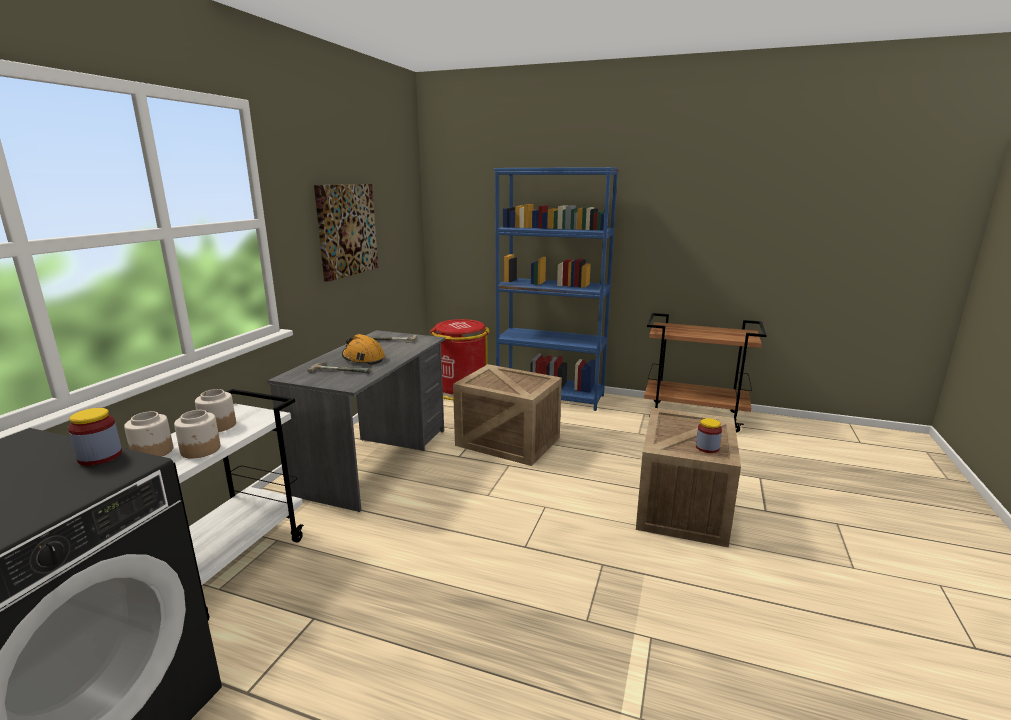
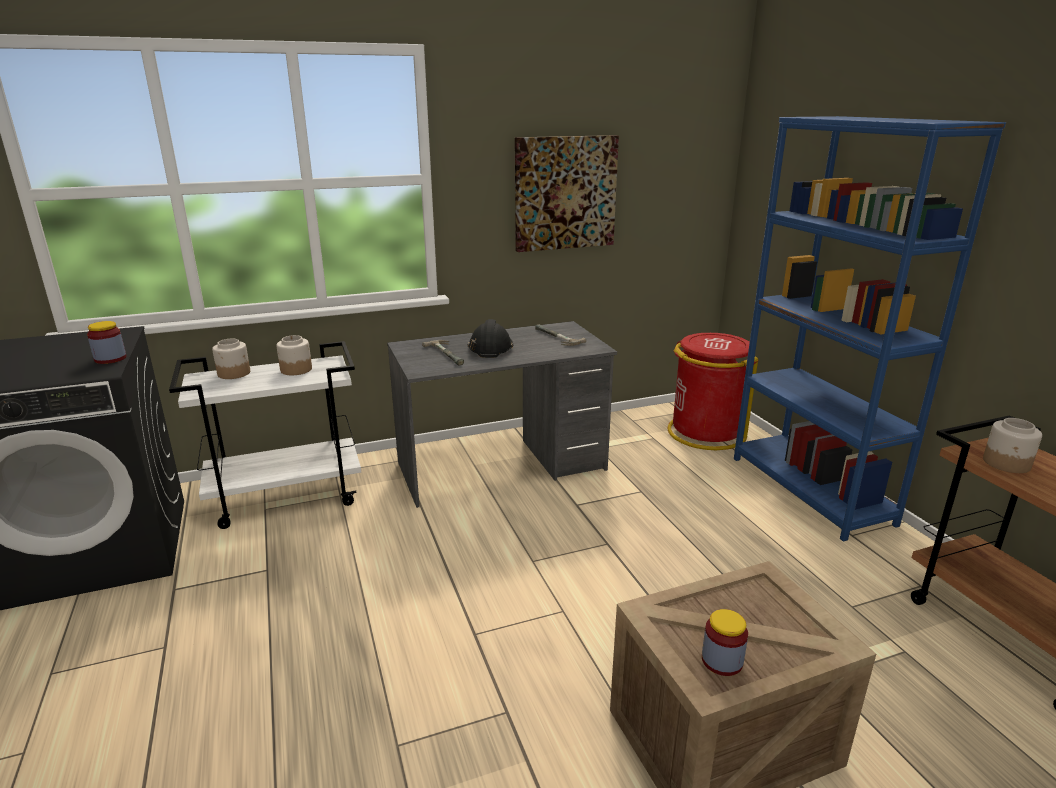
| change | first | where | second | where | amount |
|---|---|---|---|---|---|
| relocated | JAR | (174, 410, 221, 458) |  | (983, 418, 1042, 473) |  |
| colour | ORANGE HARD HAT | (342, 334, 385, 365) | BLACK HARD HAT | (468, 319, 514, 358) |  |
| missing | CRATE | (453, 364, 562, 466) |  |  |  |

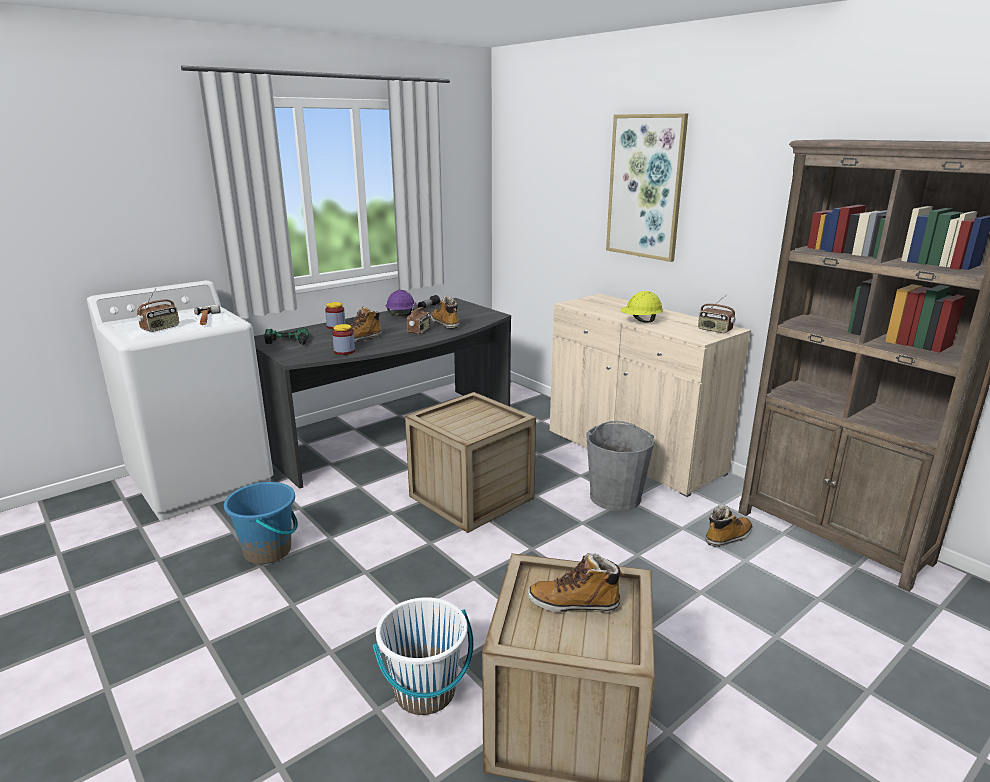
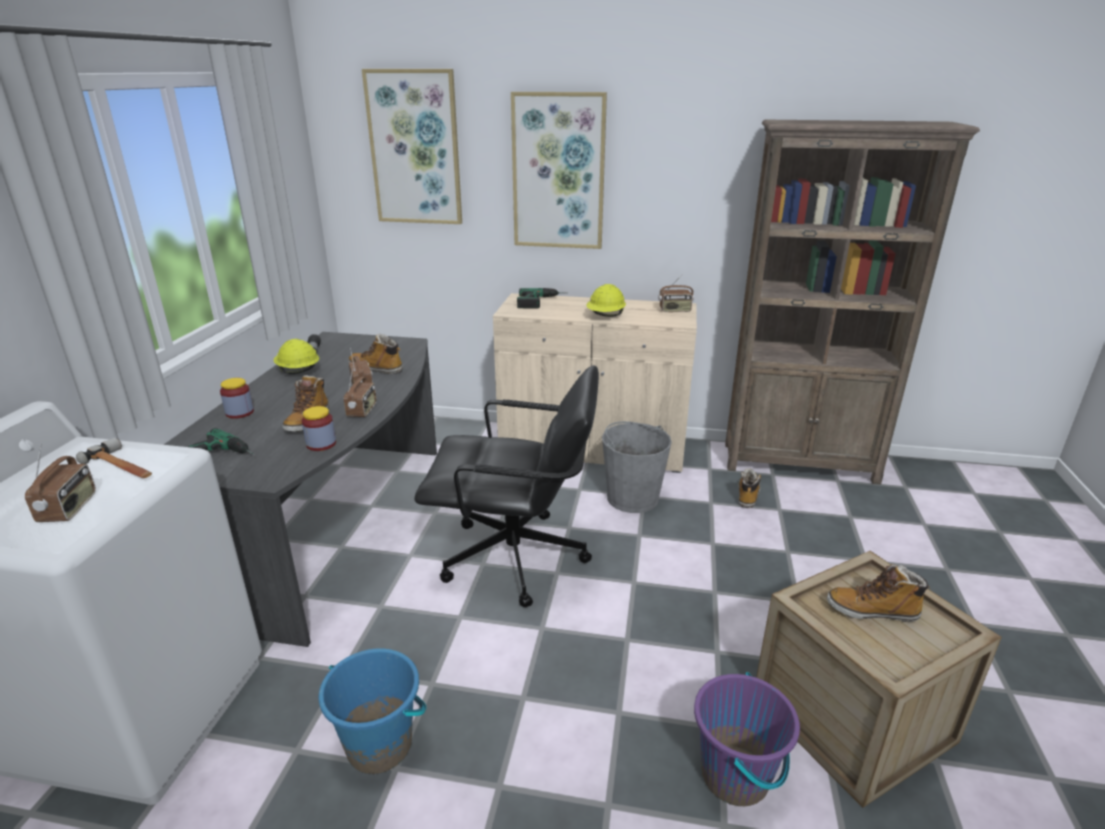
| change | first | where | second | where | amount |
|---|---|---|---|---|---|
| colour | WHITE BUCKET | (373, 597, 474, 715) | PURPLE BUCKET | (694, 672, 800, 806) |  |
| colour | PURPLE HARD HAT | (386, 290, 417, 316) | YELLOW HARD HAT | (274, 339, 319, 374) |  |
| exchanged | CRATE | (405, 392, 536, 533) | BLACK OFFICE CHAIR | (414, 365, 599, 607) |  |
| spun | BOOT | (528, 553, 624, 613) |  | (827, 564, 930, 622) | 45 degrees clockwise |
| appeared |  |  | RADIO | (344, 367, 377, 417) |  |
| appeared |  |  | PICTURE | (362, 69, 462, 224) |  |
| appeared |  |  | POWER DRILL | (517, 288, 560, 309) |  |

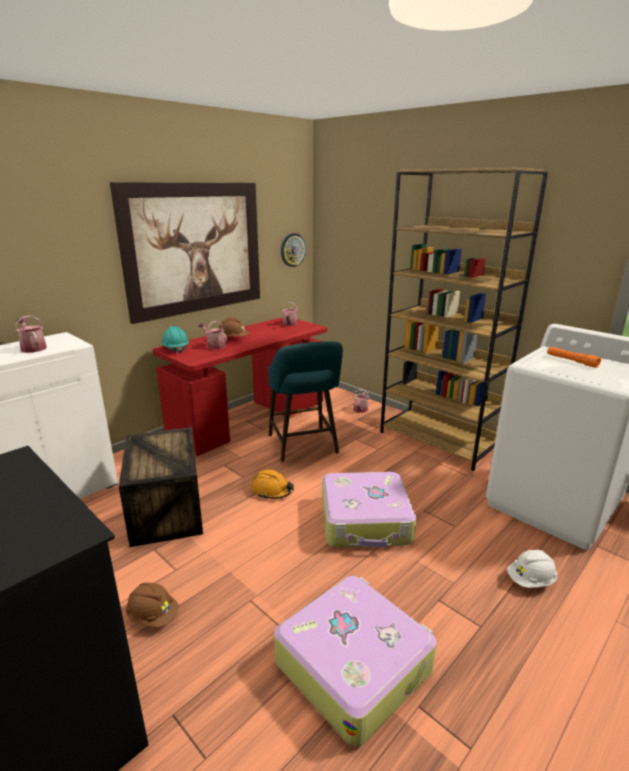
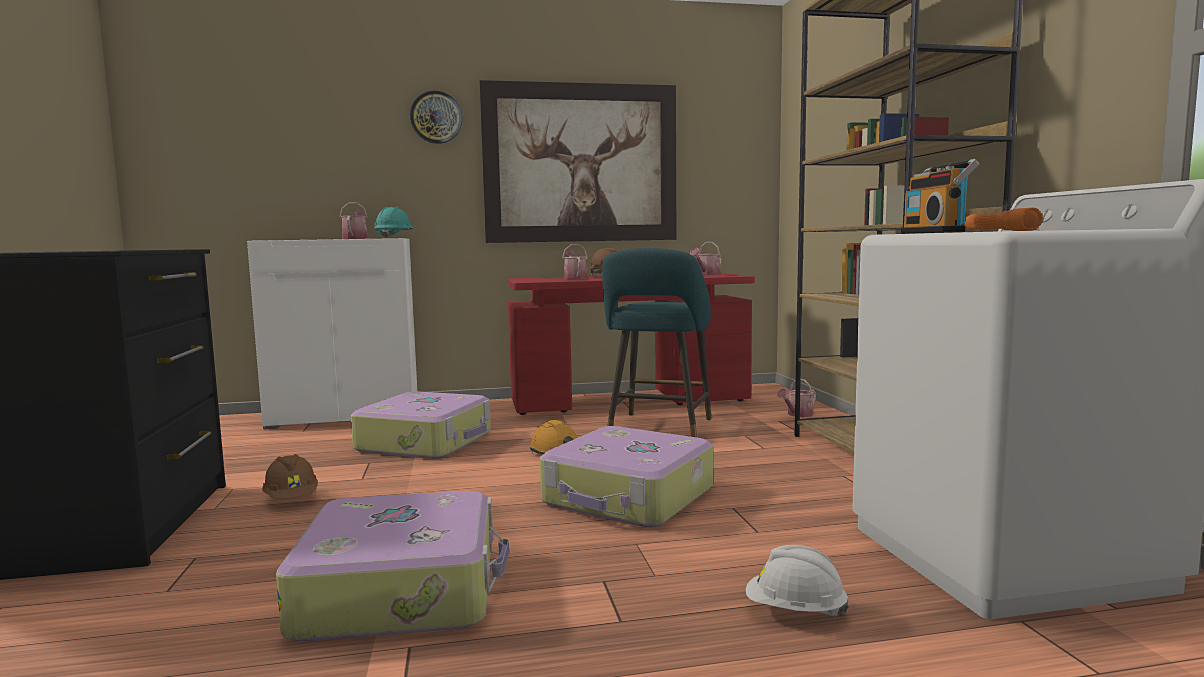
| change | first | where | second | where | amount |
|---|---|---|---|---|---|
| exchanged | CRATE | (119, 427, 203, 547) | SUITCASE | (351, 391, 491, 459) |  |
| relocated | TURQUOISE HARD HAT | (162, 326, 189, 353) |  | (374, 207, 414, 238) |  |
| relocated | WALL CLOCK | (281, 233, 306, 267) |  | (410, 91, 462, 144) |  |
| appeared |  |  | RADIO | (901, 159, 979, 234) |  |

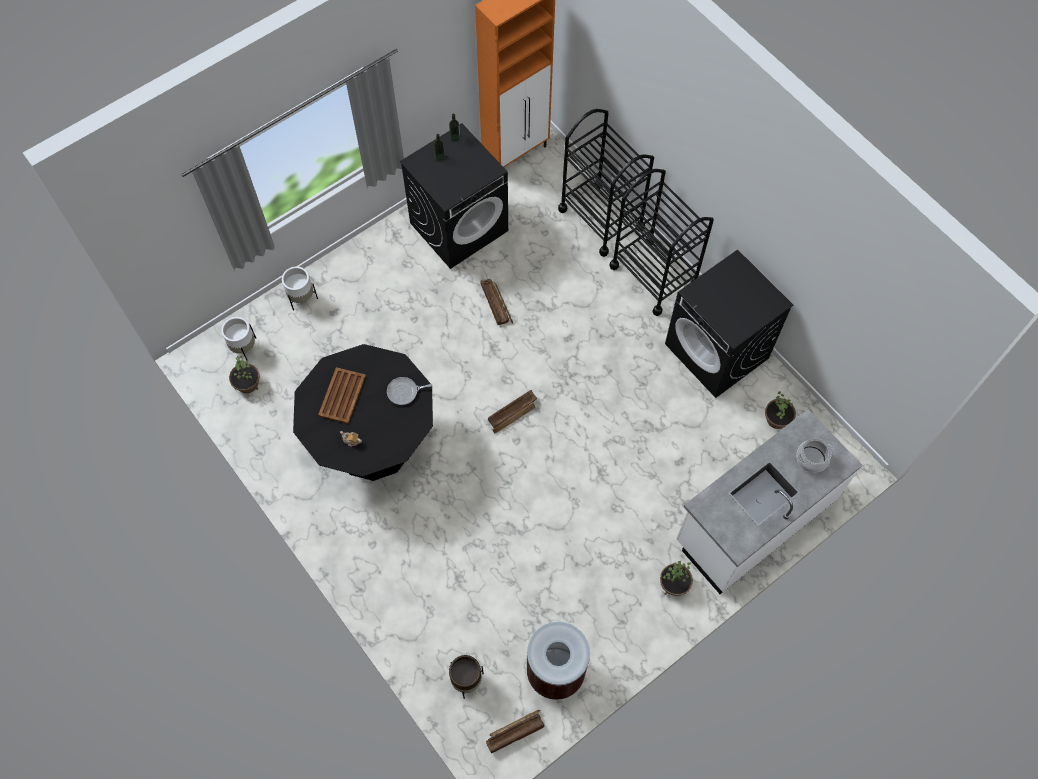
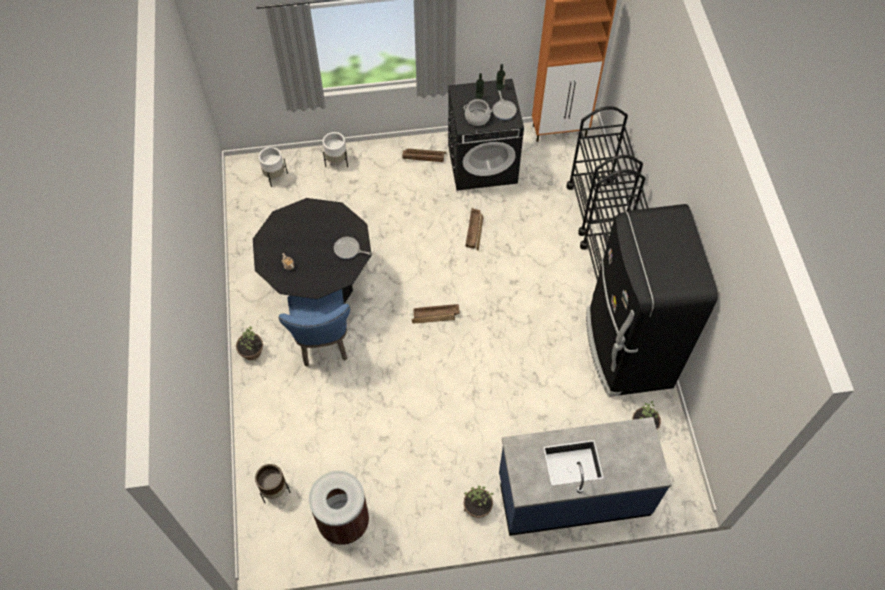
| change | first | where | second | where | amount |
|---|---|---|---|---|---|
| relocated | POTTED PLANT | (229, 356, 260, 393) |  | (236, 326, 263, 361) |  |
| missing | BROWN TRAY | (318, 367, 366, 424) |  |  |  |
| relocated | CRATE | (486, 710, 544, 753) |  | (402, 148, 446, 162) |  |
| exchanged | BLACK WASHING MACHINE | (665, 249, 793, 398) | BLACK FRIDGE | (586, 204, 718, 397) |  |
| colour | WHITE COUNTER | (676, 409, 863, 594) | BLUE COUNTER | (499, 417, 672, 536) |  |
| relocated | COOKING POT | (796, 438, 833, 473) |  | (464, 99, 492, 126) |  |
| appeared |  |  | BLUE CHAIR | (279, 289, 350, 367) |  |
| appeared |  |  | FRYING PAN | (492, 91, 517, 120) |  |

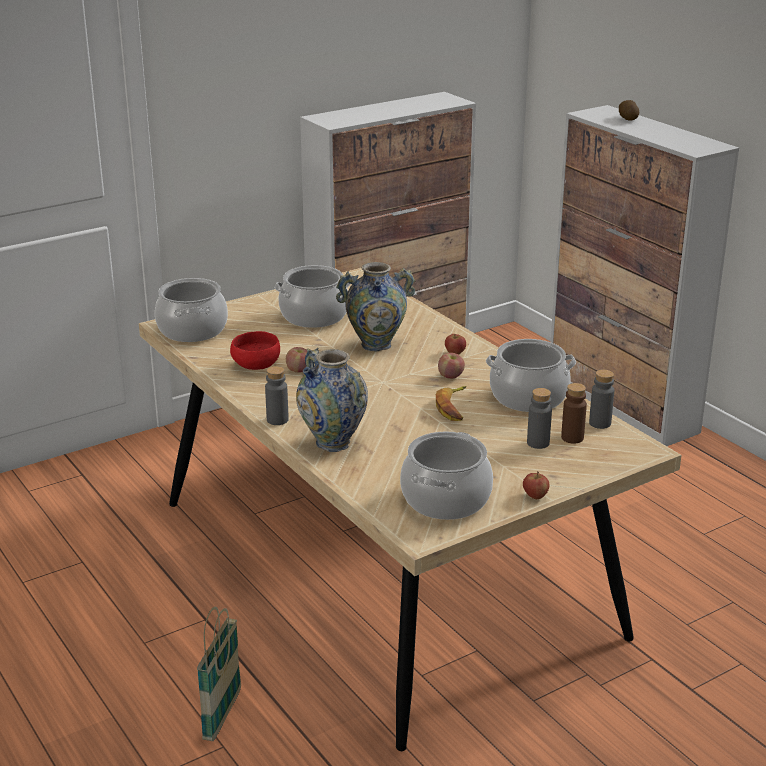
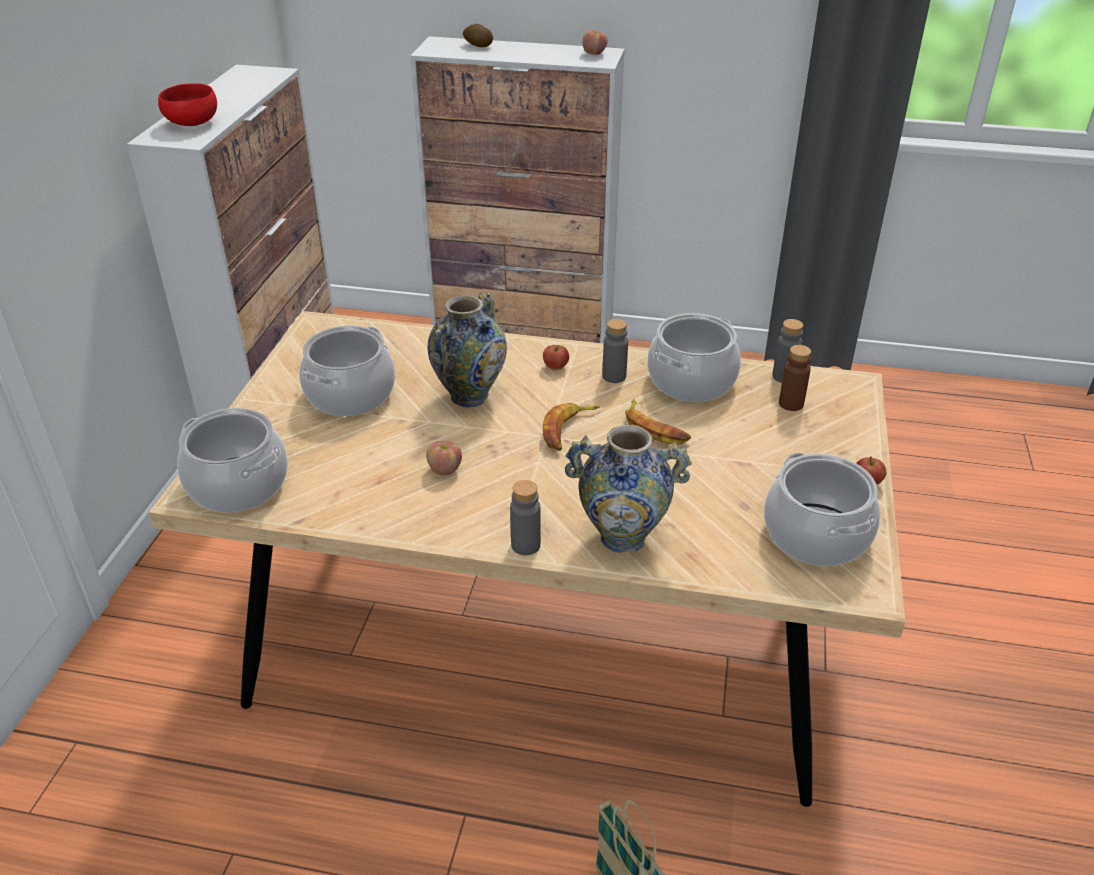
| change | first | where | second | where | amount |
|---|---|---|---|---|---|
| relocated | RED BOWL | (230, 331, 280, 370) |  | (158, 83, 217, 126) |  |
| relocated | APPLE | (438, 353, 465, 379) |  | (582, 30, 607, 55) |  |
| relocated | GREY BOTTLE | (527, 388, 552, 449) |  | (602, 319, 628, 383) |  |
| appeared |  |  | BANANA | (543, 403, 600, 451) |  |

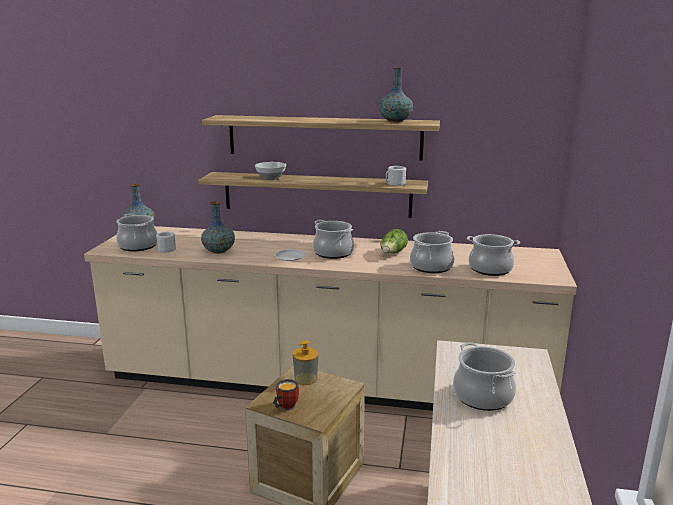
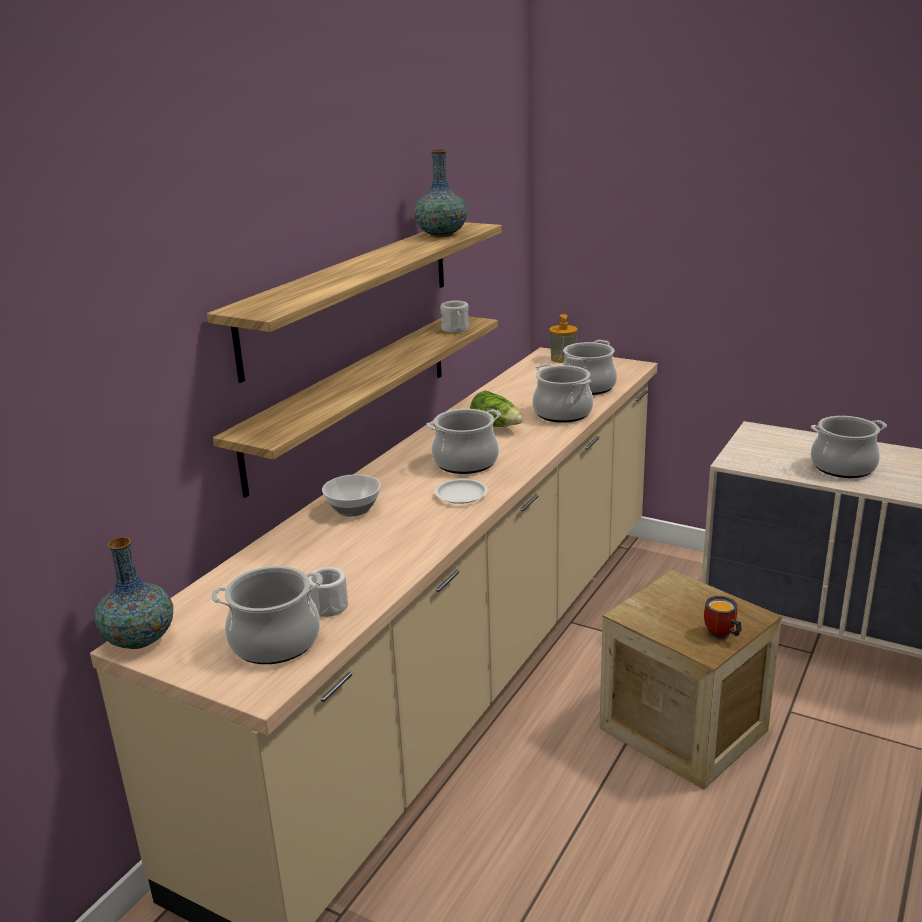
| change | first | where | second | where | amount |
|---|---|---|---|---|---|
| missing | VASE | (201, 202, 235, 254) |  |  |  |
| relocated | BOWL | (255, 162, 286, 180) |  | (322, 474, 381, 516) |  |
| relocated | SOAP DISPENSER | (293, 340, 319, 385) |  | (549, 314, 578, 363) |  |

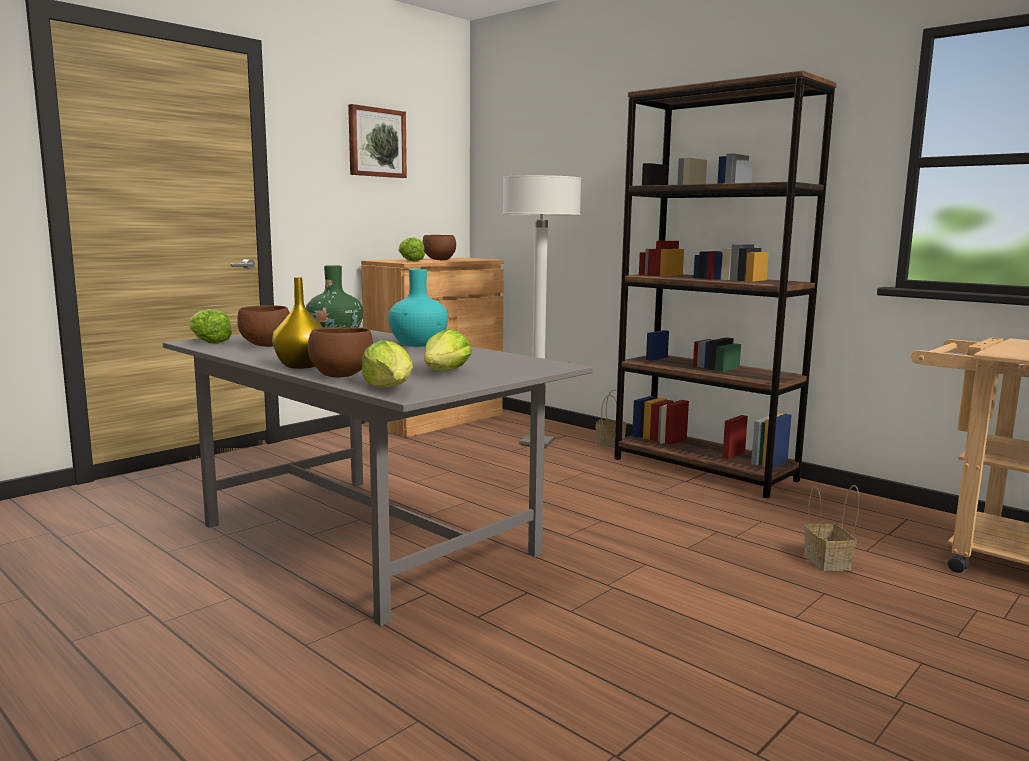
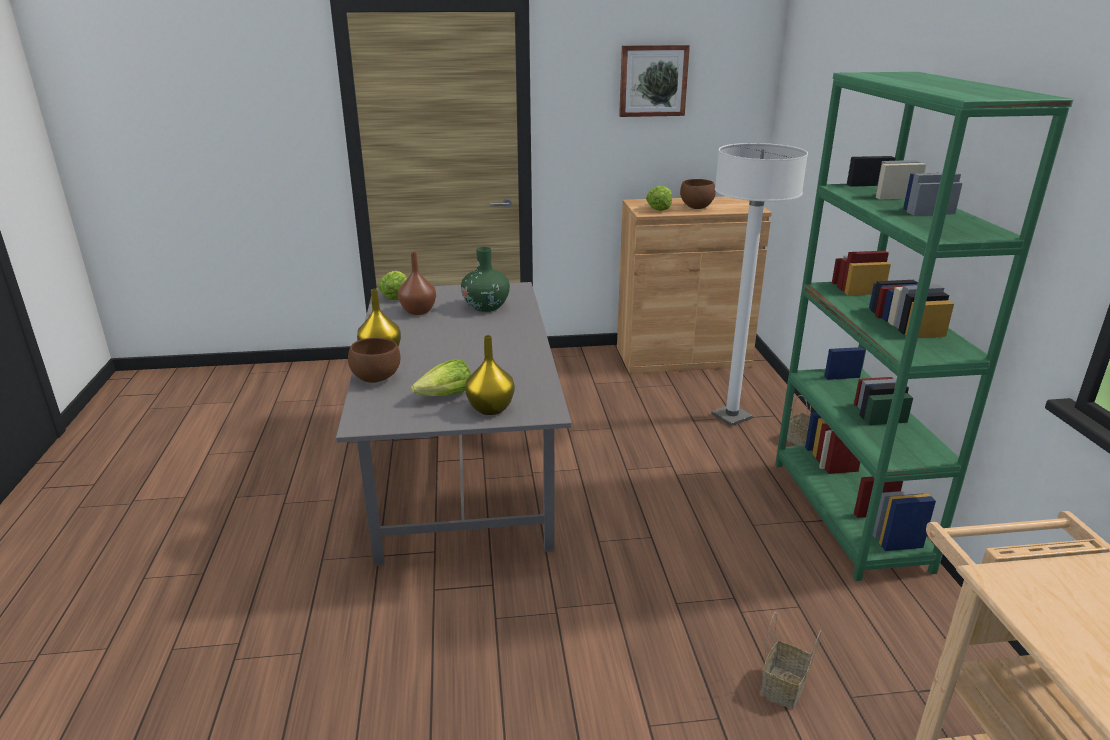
| change | first | where | second | where | amount |
|---|---|---|---|---|---|
| exchanged | BROWN BOWL | (237, 305, 290, 347) | BROWN VASE | (398, 252, 436, 315) |  |
| missing | LETTUCE | (361, 340, 413, 388) |  |  |  |
| missing | TURQUOISE VASE | (388, 269, 448, 347) |  |  |  |
| colour | BROWN BOOKCASE | (614, 70, 837, 499) | GREEN BOOKCASE | (775, 72, 1074, 581) |  |
| appeared |  |  | YELLOW VASE | (465, 335, 515, 415) |  |

